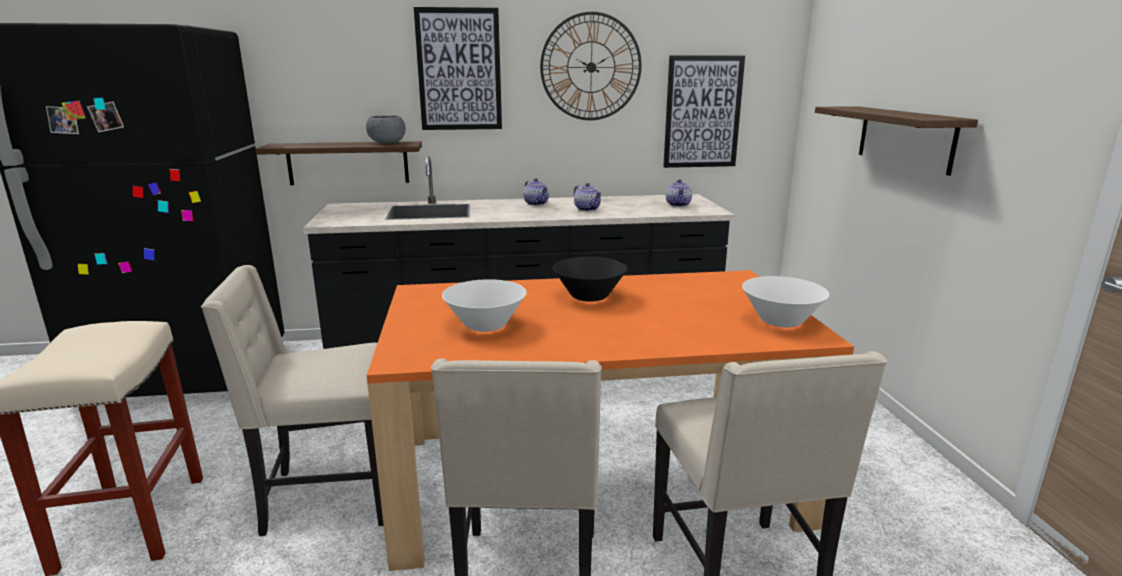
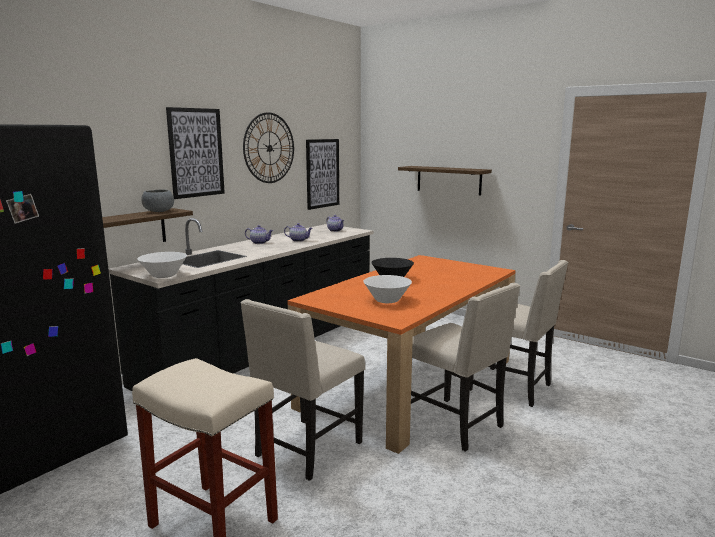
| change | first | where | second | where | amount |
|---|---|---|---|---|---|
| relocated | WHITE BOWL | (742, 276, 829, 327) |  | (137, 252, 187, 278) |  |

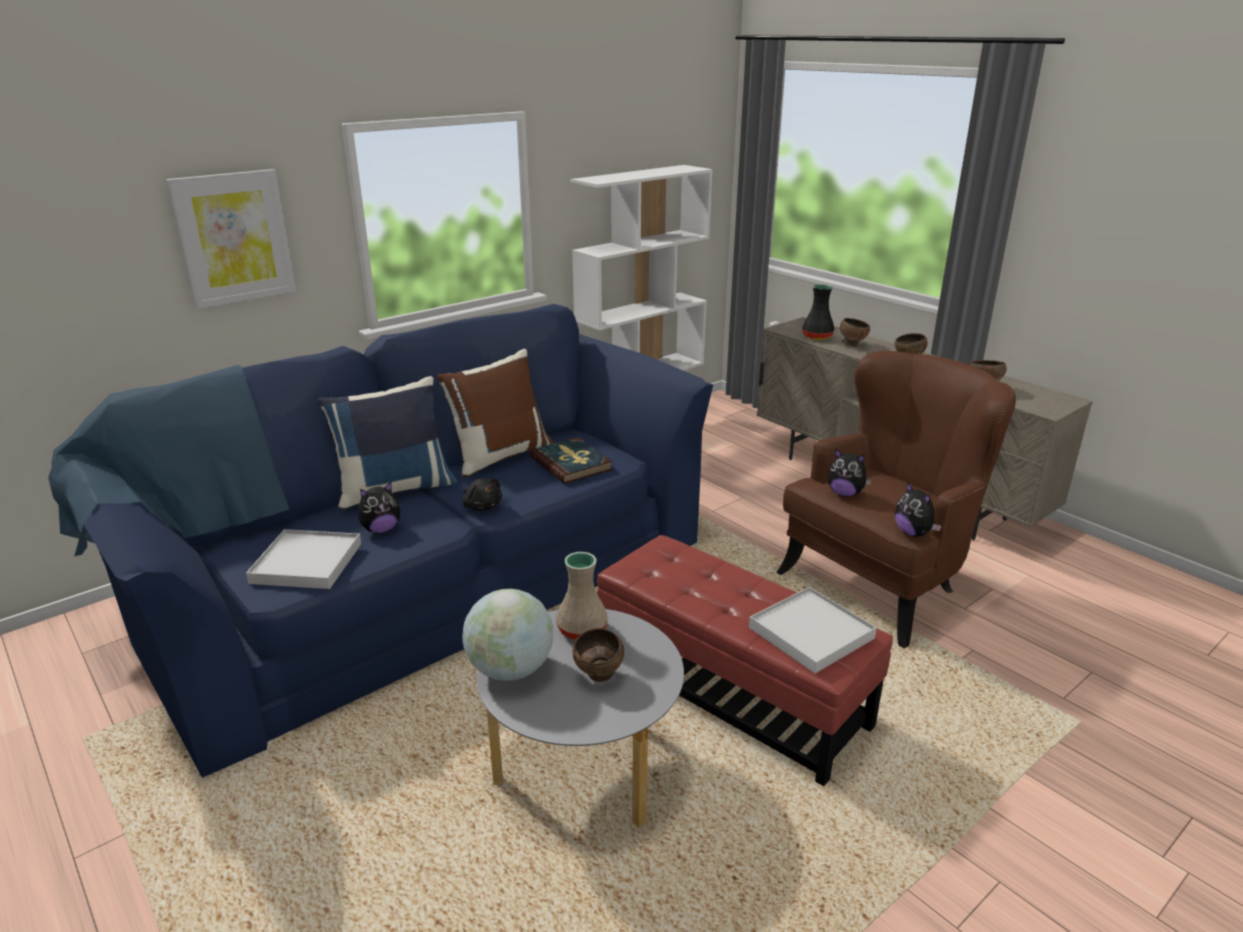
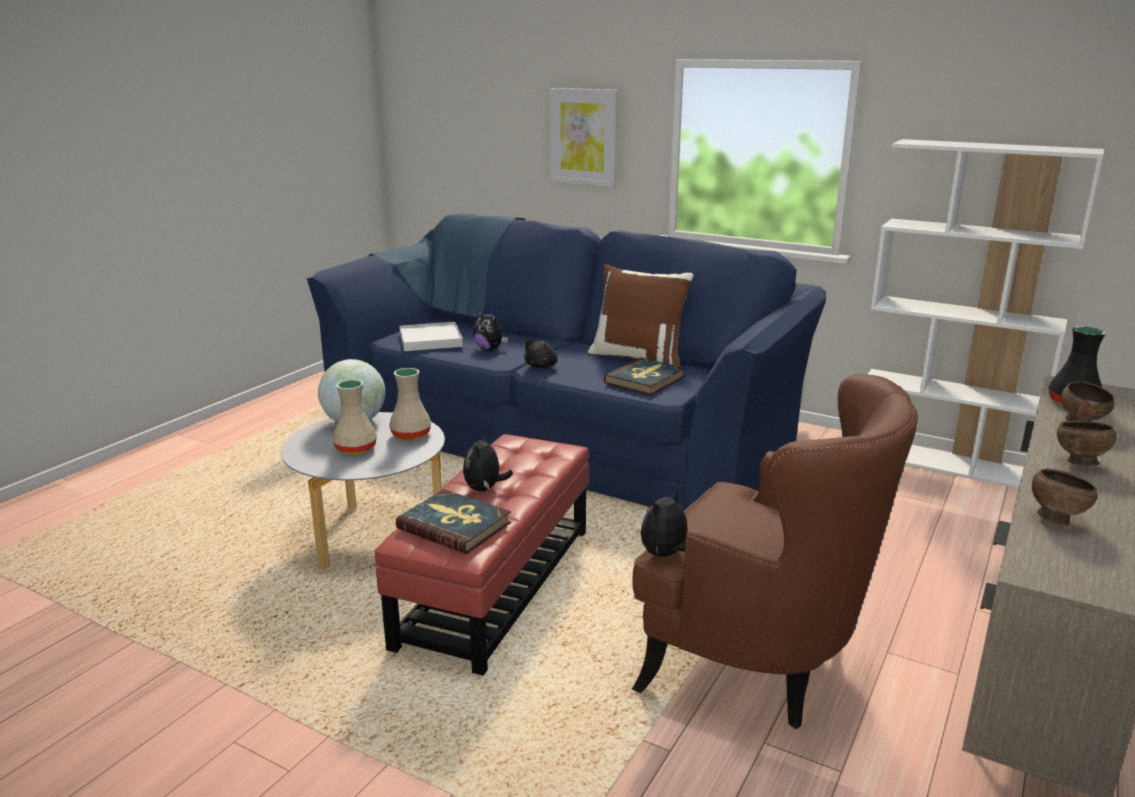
| change | first | where | second | where | amount |
|---|---|---|---|---|---|
| missing | BLUE PILLOW | (318, 376, 458, 510) |  |  |  |
| exchanged | BROWN BOWL | (573, 628, 624, 682) | BEIGE VASE | (333, 380, 377, 455) |  |
| exchanged | WHITE TRAY | (749, 587, 877, 674) | BOOK | (396, 489, 511, 554) |  |
| relocated | PLUSH TOY | (827, 449, 872, 497) |  | (463, 432, 513, 491) |  |

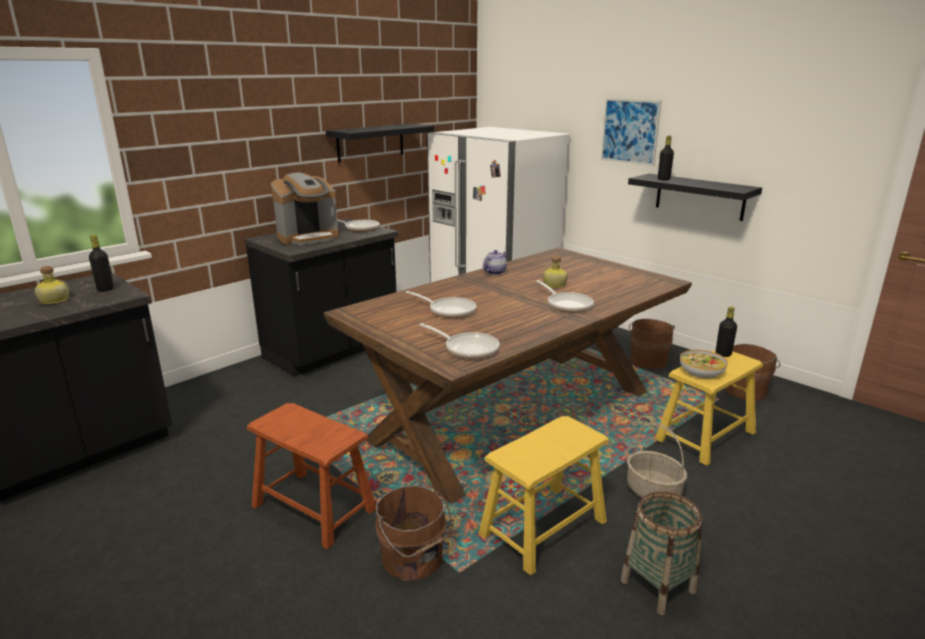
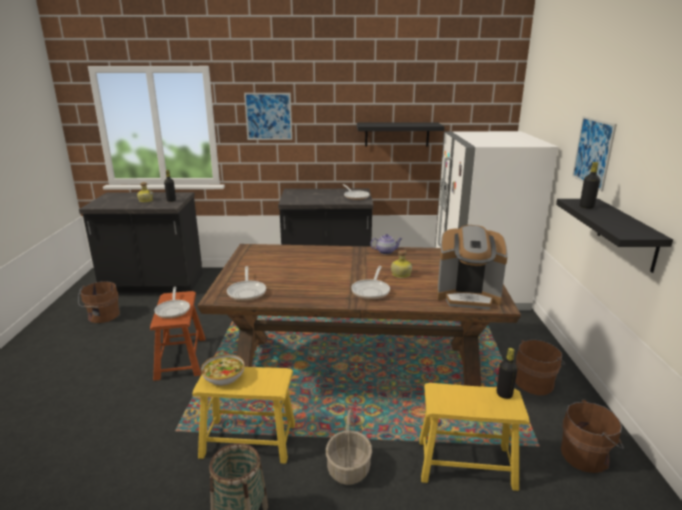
| change | first | where | second | where | amount |
|---|---|---|---|---|---|
| relocated | COFFEE MACHINE | (271, 172, 339, 245) |  | (437, 225, 507, 310) |  |
| relocated | BROWN BUCKET | (376, 485, 452, 581) |  | (78, 282, 120, 323) |  |
| relocated | FRYING PAN | (406, 291, 476, 318) |  | (155, 287, 190, 319) |  |
| relocated | BOWL | (680, 350, 728, 379) |  | (201, 354, 244, 386) |  |
| appeared |  |  | PICTURE | (244, 93, 292, 140) |  |

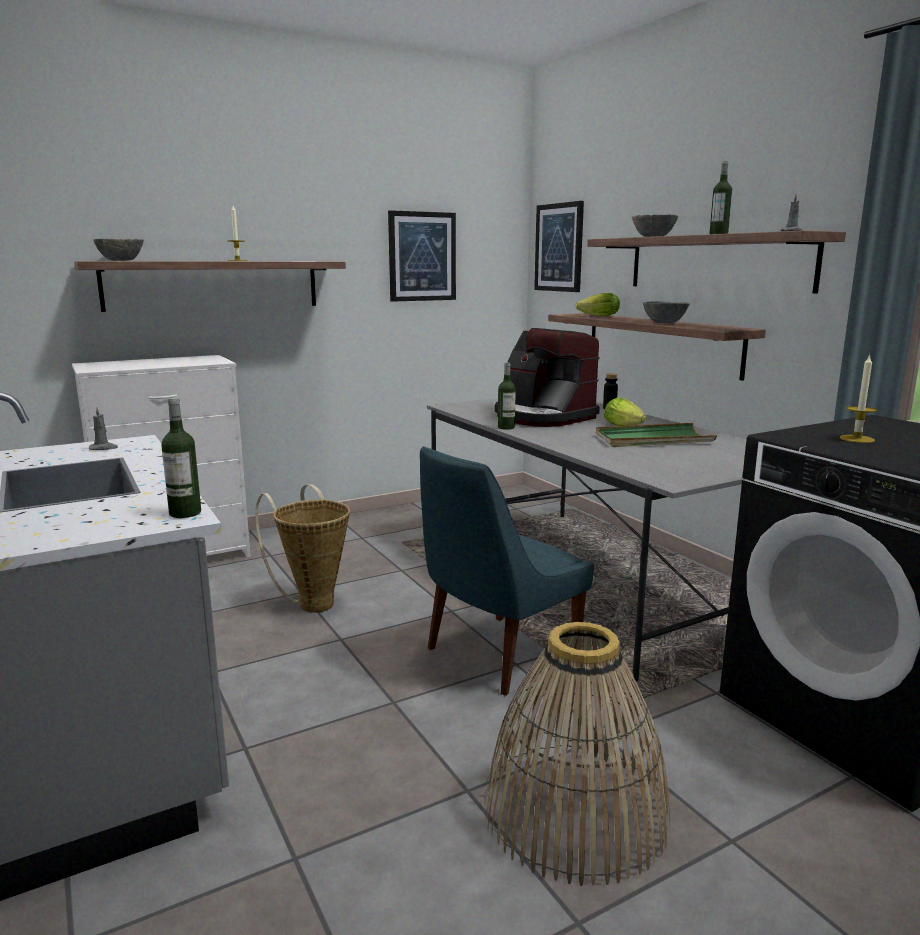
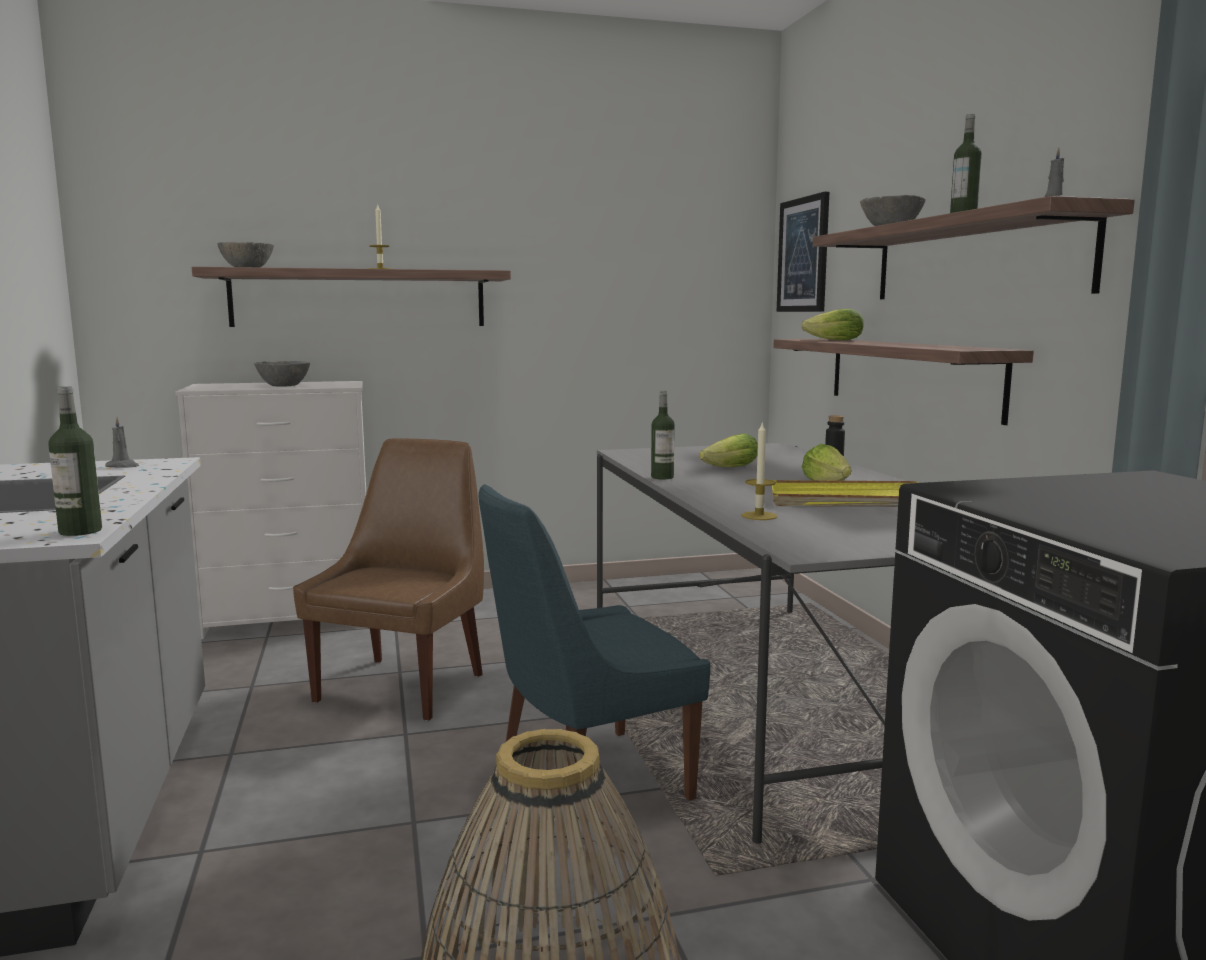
| change | first | where | second | where | amount |
|---|---|---|---|---|---|
| exchanged | BASKET | (255, 484, 350, 613) | BROWN CHAIR | (293, 439, 484, 720) |  |
| missing | PICTURE | (388, 210, 456, 302) |  |  |  |
| exchanged | COFFEE MACHINE | (495, 328, 600, 427) | LETTUCE | (699, 434, 758, 467) |  |
| colour | GREEN TRAY | (596, 423, 717, 447) | YELLOW TRAY | (772, 480, 918, 507) |  |
| relocated | GREY BOWL | (643, 301, 690, 323) |  | (254, 361, 310, 387) |  |
| relocated | CANDLE | (840, 354, 877, 443) |  | (741, 421, 777, 520) |  |

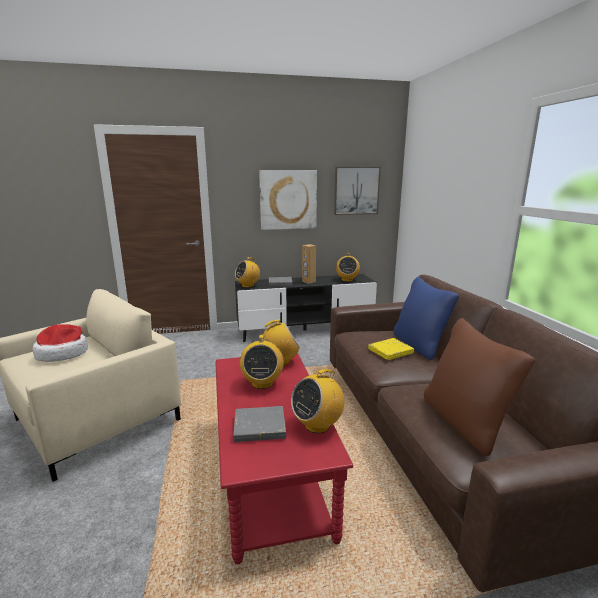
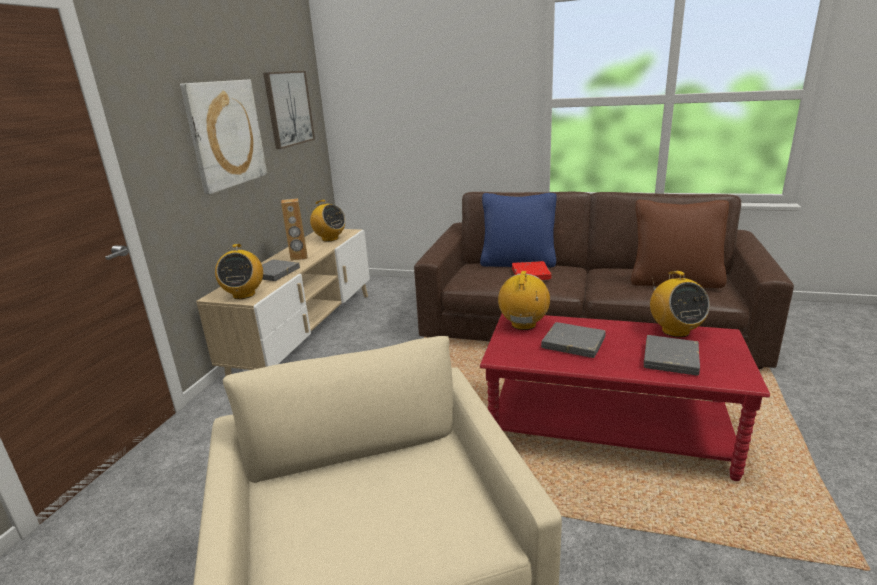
| change | first | where | second | where | amount |
|---|---|---|---|---|---|
| missing | HAT | (33, 324, 88, 362) |  |  |  |
| colour | BLACK TV STAND | (235, 274, 377, 342) | BEIGE TV STAND | (196, 229, 370, 376) |  |
| exchanged | RADIO | (240, 335, 284, 389) | GREY BOOK | (541, 322, 606, 358) |  |
| colour | YELLOW BOOK | (368, 338, 414, 360) | RED BOOK | (512, 261, 551, 280) |  |

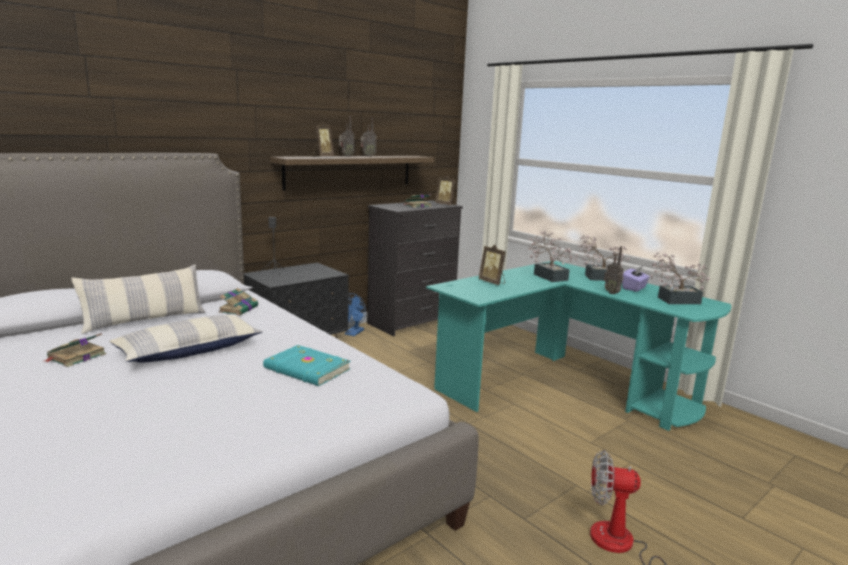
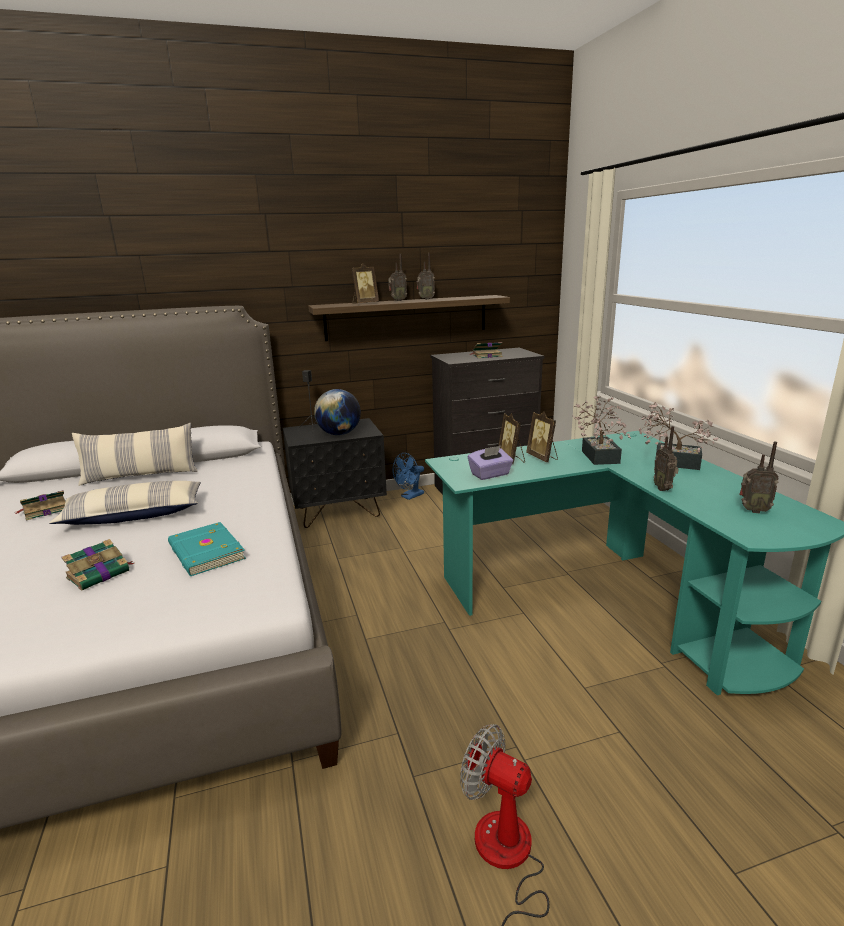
| change | first | where | second | where | amount |
|---|---|---|---|---|---|
| relocated | BOOK | (218, 288, 258, 315) |  | (62, 539, 134, 591) |  |
| relocated | PICTURE FRAME | (435, 175, 456, 205) |  | (526, 412, 558, 462) |  |
| relocated | PURPLE TISSUE BOX | (622, 266, 650, 292) |  | (468, 446, 513, 480) |  |
| exchanged | POTTED PLANT | (650, 252, 710, 304) | RADIO | (739, 442, 778, 513) |  |
| appeared |  |  | GLOBE | (314, 389, 361, 435) |  |

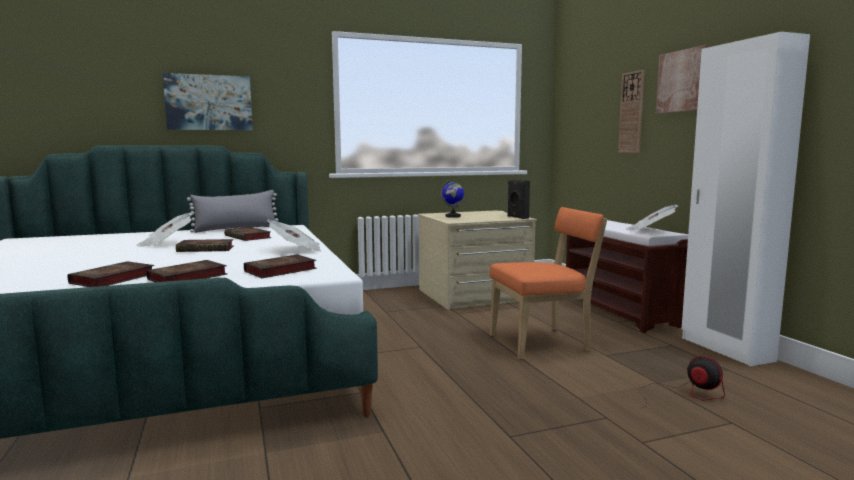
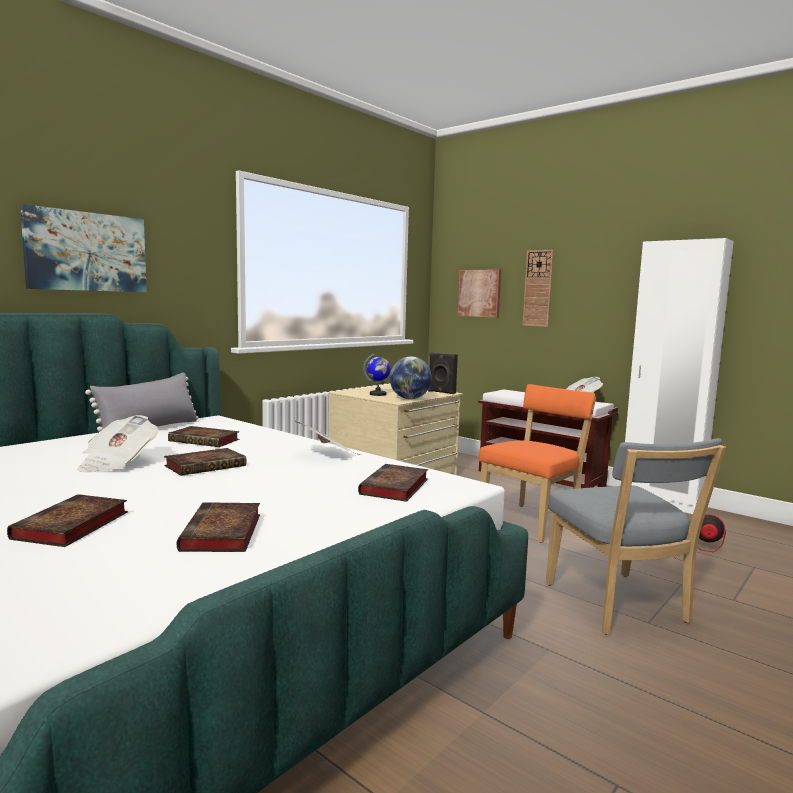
| change | first | where | second | where | amount |
|---|---|---|---|---|---|
| relocated | BOOK | (146, 260, 227, 282) |  | (7, 494, 128, 547) |  |
| relocated | PICTURE | (656, 45, 710, 114) |  | (457, 269, 501, 318) |  |
| appeared |  |  | GLOBE | (390, 356, 432, 399) |  |
| appeared |  |  | GREY CHAIR | (546, 438, 726, 635) |  |

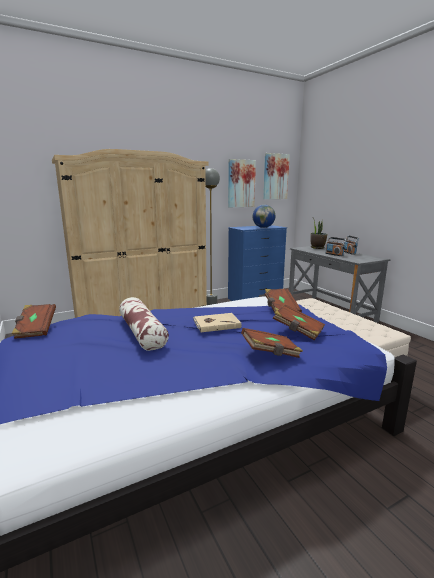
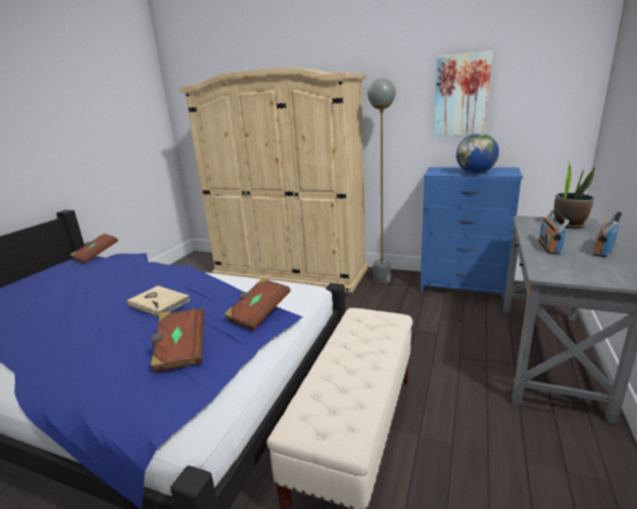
| change | first | where | second | where | amount |
|---|---|---|---|---|---|
| missing | PILLOW | (119, 297, 169, 351) |  |  |  |
| missing | BROWN BOOK | (241, 328, 303, 358) |  |  |  |
| missing | PICTURE | (263, 153, 290, 199) |  |  |  |

